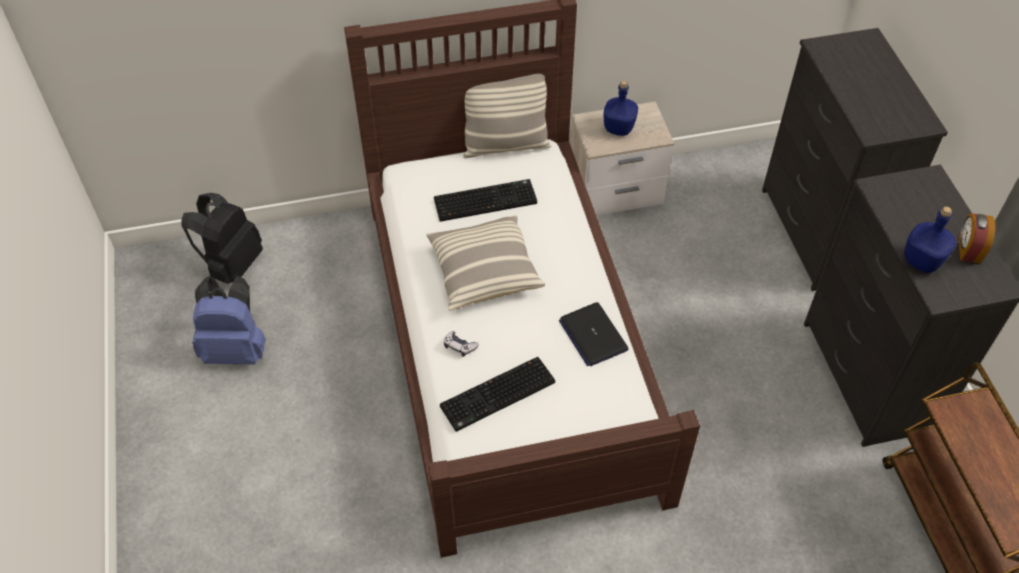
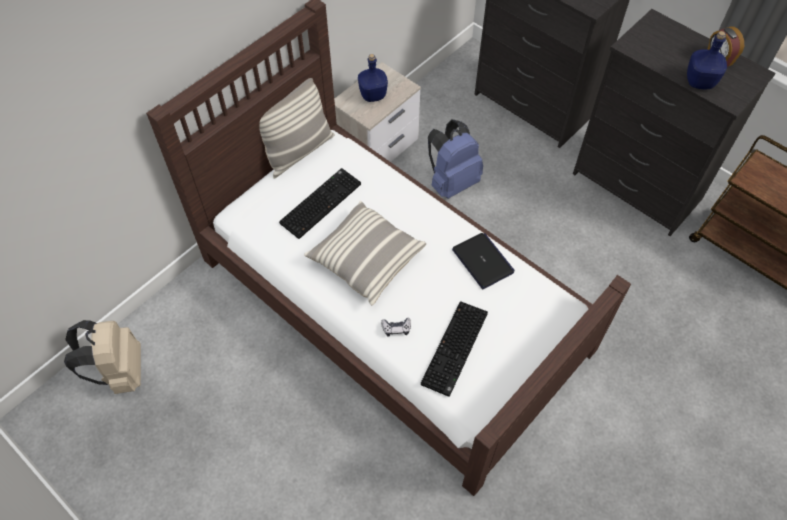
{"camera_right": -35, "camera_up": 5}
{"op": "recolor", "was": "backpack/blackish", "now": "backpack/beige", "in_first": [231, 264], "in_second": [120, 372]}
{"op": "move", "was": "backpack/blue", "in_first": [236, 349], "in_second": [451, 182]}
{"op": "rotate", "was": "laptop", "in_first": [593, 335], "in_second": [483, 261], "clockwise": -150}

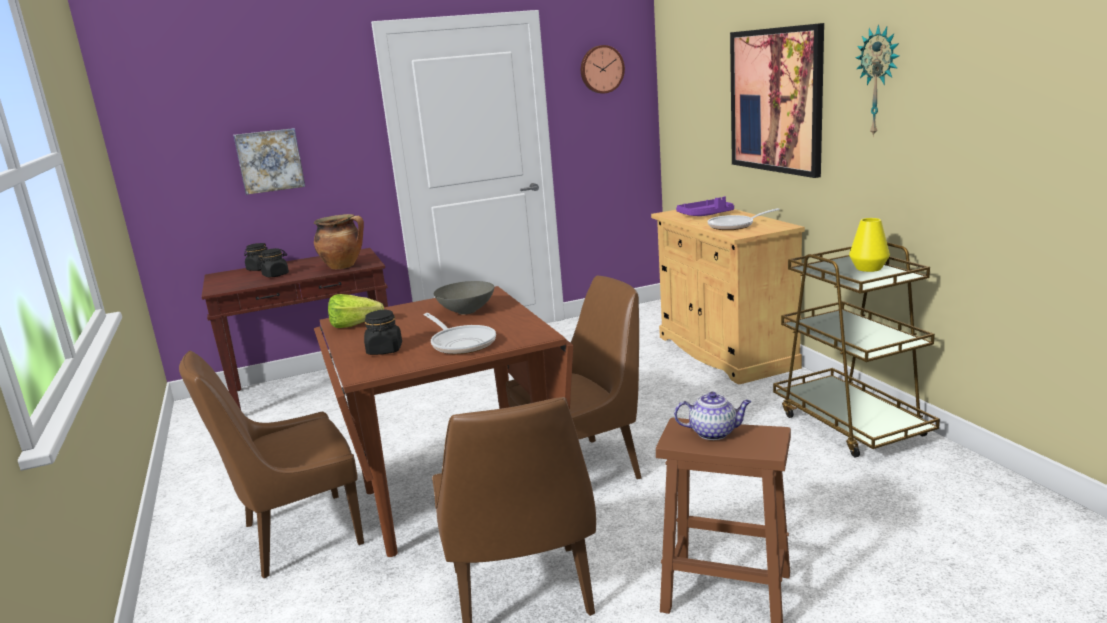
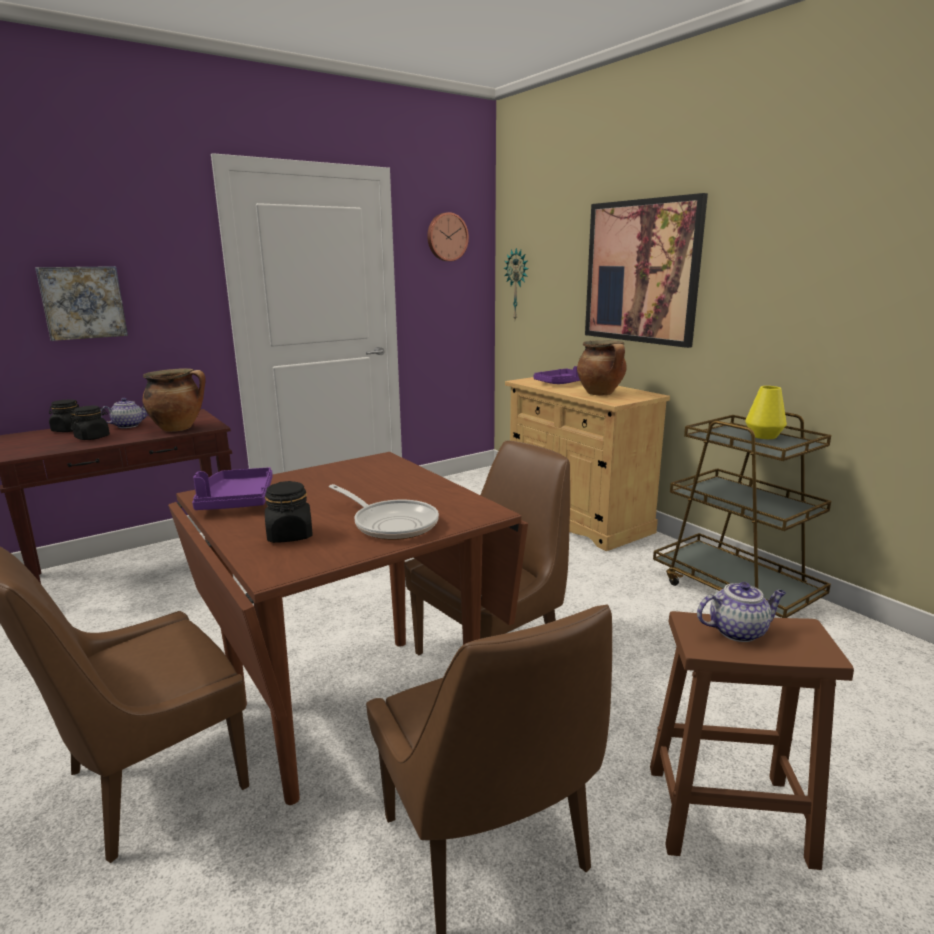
{"camera_right": -15, "camera_up": 0}
{"op": "insert", "now": "teapot", "in_second": [128, 425]}
{"op": "replace", "was": "head of lettuce", "now": "serving tray/purple-coloured", "in_first": [359, 325], "in_second": [236, 501]}
{"op": "move", "was": "clock on the wall", "in_first": [879, 81], "in_second": [518, 284]}
{"op": "replace", "was": "frying pan", "now": "saucepot", "in_first": [734, 226], "in_second": [601, 393]}
{"op": "delete", "was": "deep dish/grey", "in_first": [466, 311]}

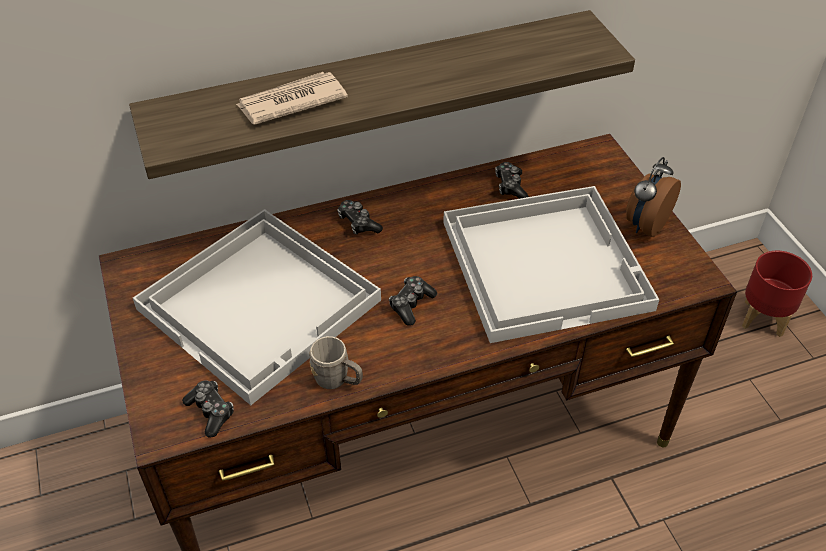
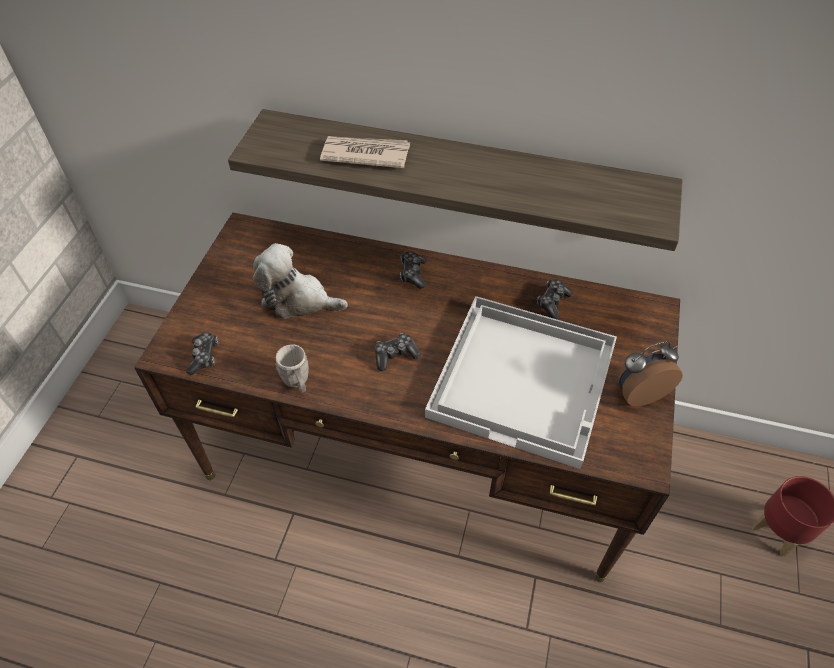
{"camera_right": 35, "camera_up": 5}
{"op": "replace", "was": "serving tray/white-coloured", "now": "plush toy", "in_first": [262, 304], "in_second": [298, 299]}

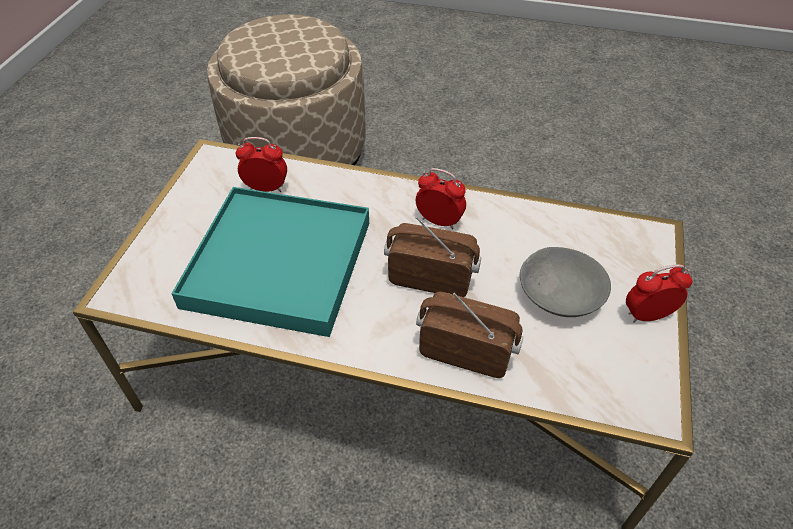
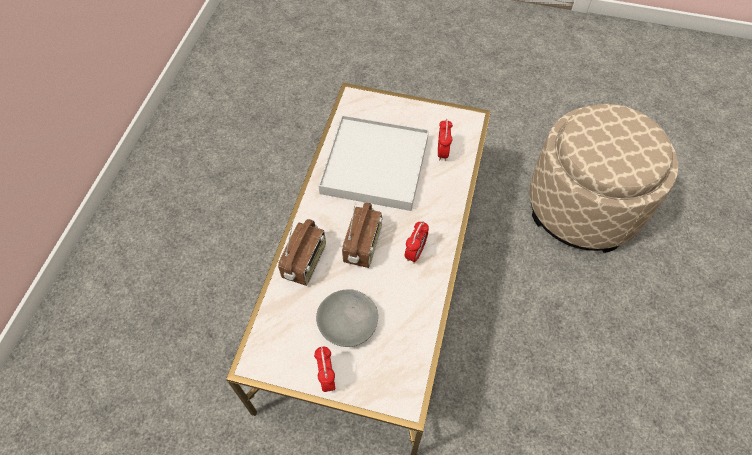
{"camera_right": 90, "camera_up": 10}
{"op": "recolor", "was": "serving tray/turquoise", "now": "serving tray/white-coloured", "in_first": [278, 264], "in_second": [375, 165]}

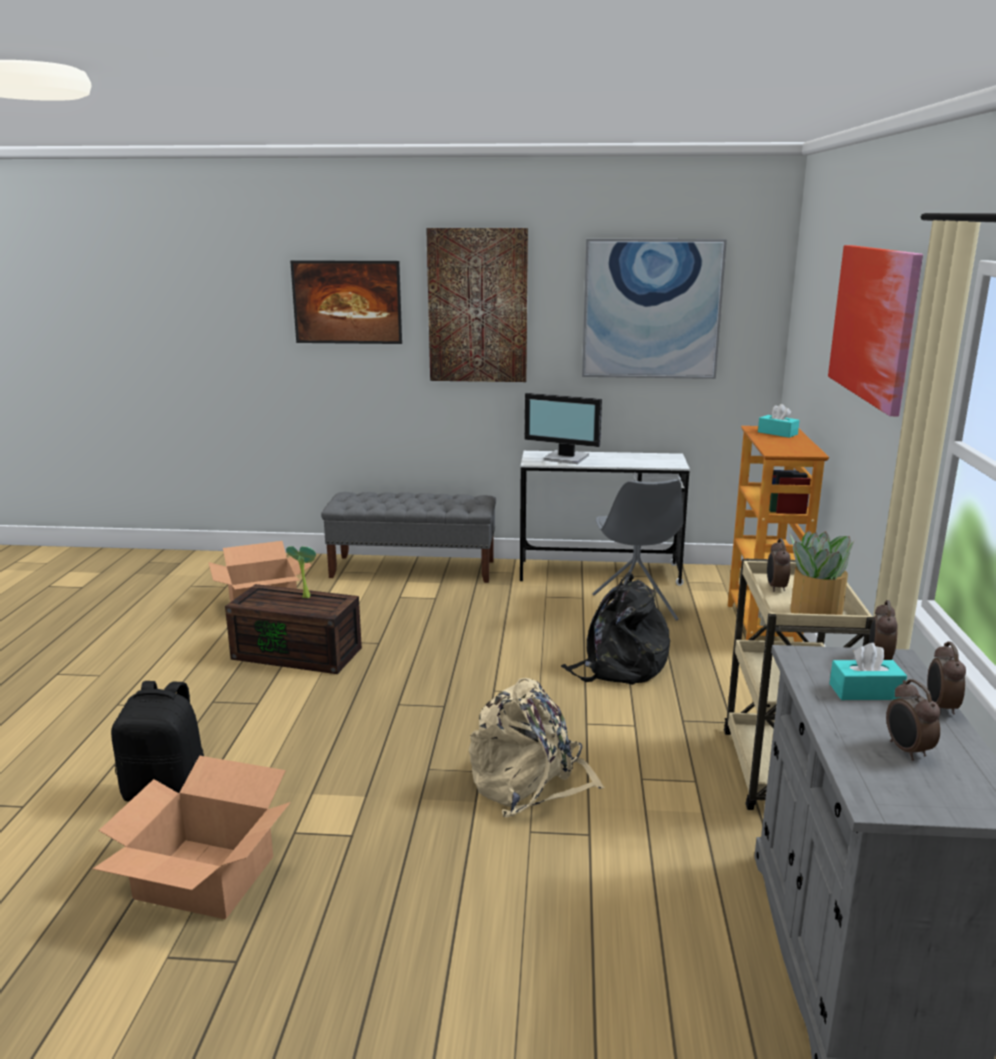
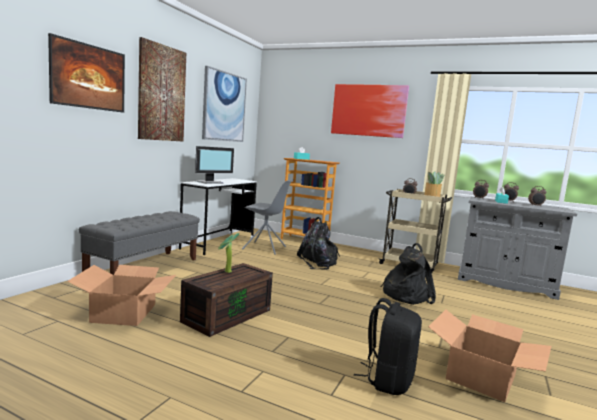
{"camera_right": -70, "camera_up": -10}
{"op": "recolor", "was": "backpack/beige", "now": "backpack/blackish", "in_first": [530, 783], "in_second": [406, 295]}

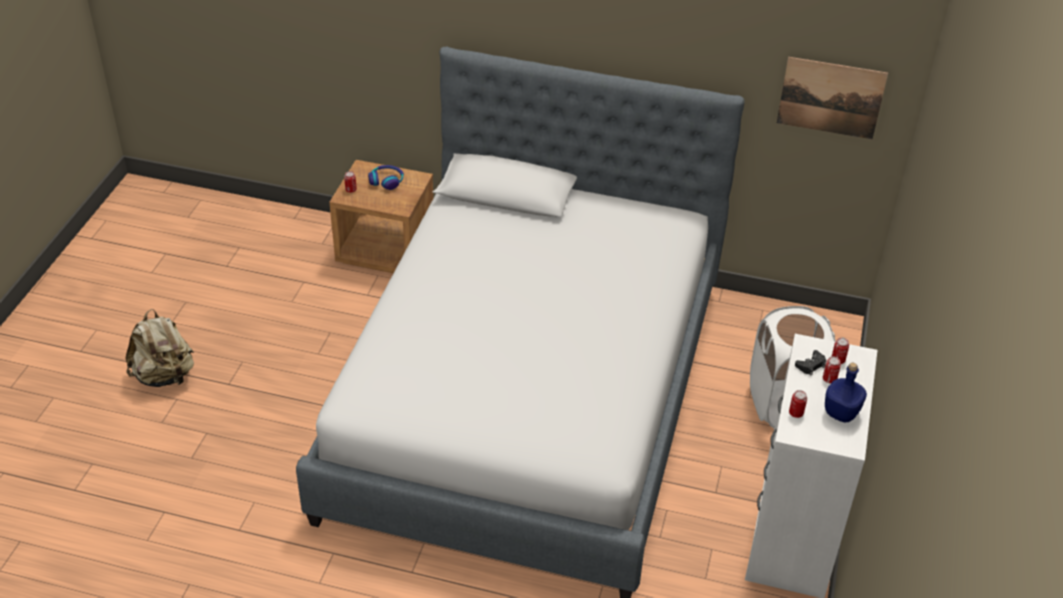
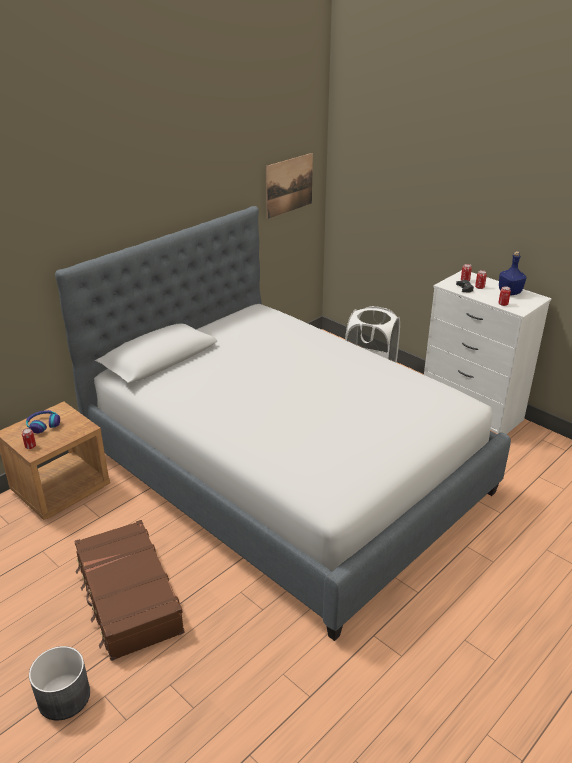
{"camera_right": -60, "camera_up": -10}
{"op": "replace", "was": "backpack/beige", "now": "plant pot/grey", "in_first": [165, 376], "in_second": [64, 696]}
{"op": "insert", "now": "piece of luggage/brownish", "in_second": [128, 598]}

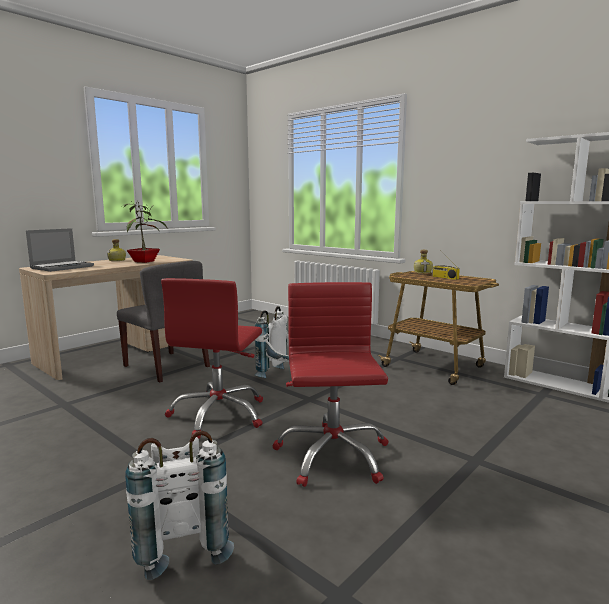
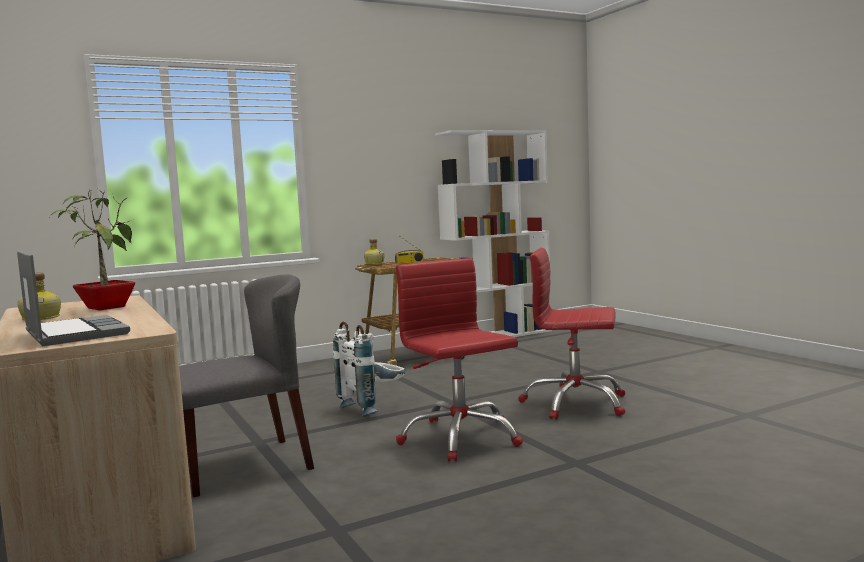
{"camera_right": -70, "camera_up": -5}
{"op": "rotate", "was": "computer chair/red-coloured", "in_first": [219, 414], "in_second": [459, 438], "clockwise": -150}
{"op": "delete", "was": "backpack/white-coloured", "in_first": [181, 543]}

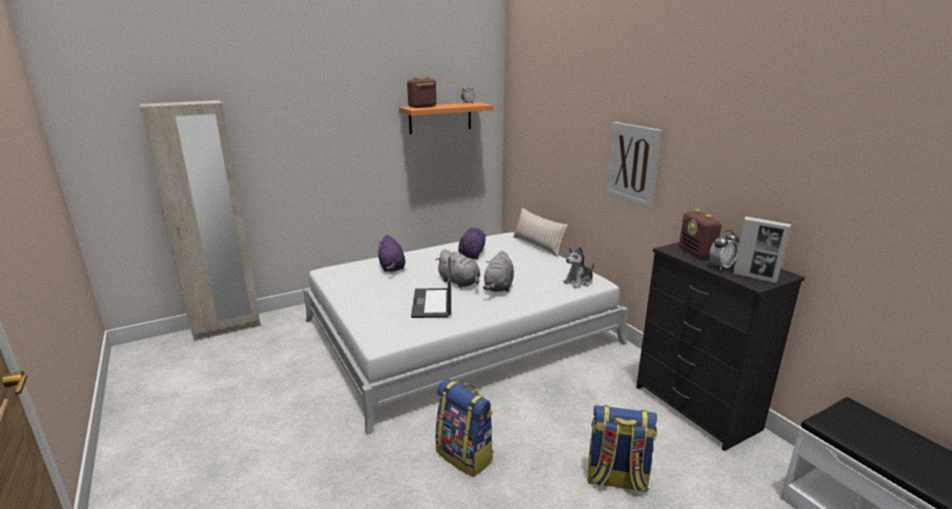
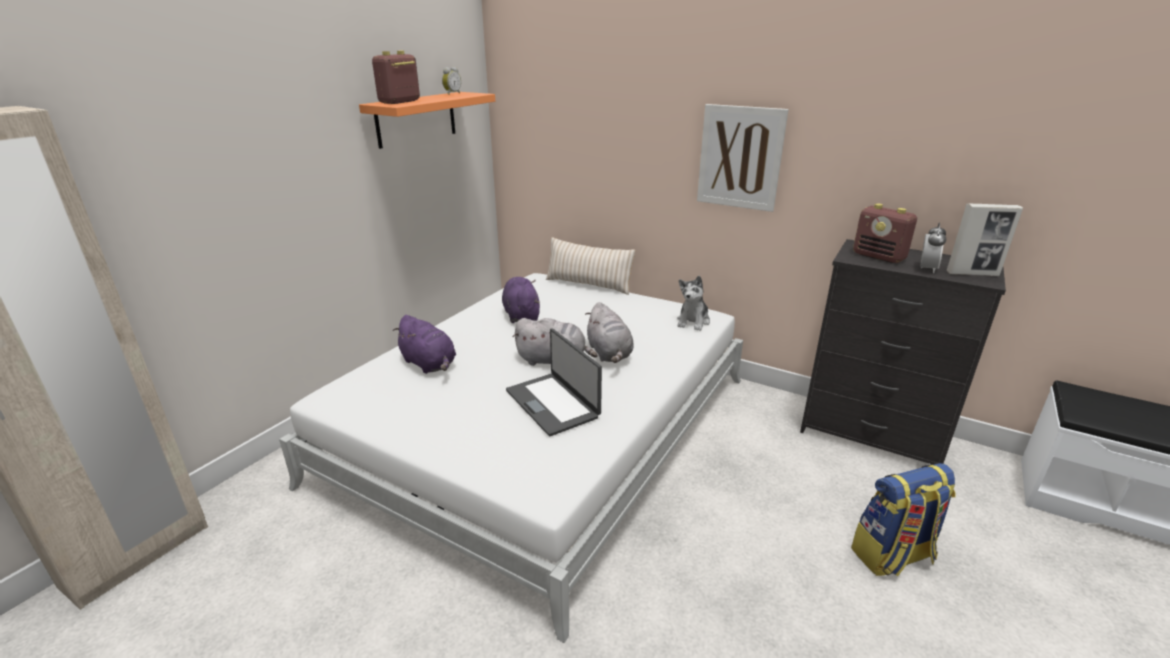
{"camera_right": -30, "camera_up": 5}
{"op": "delete", "was": "backpack", "in_first": [465, 456]}

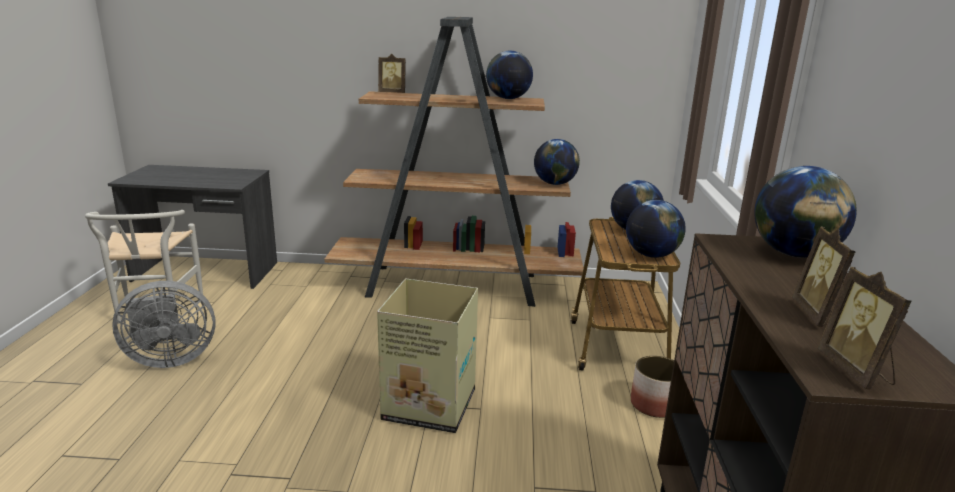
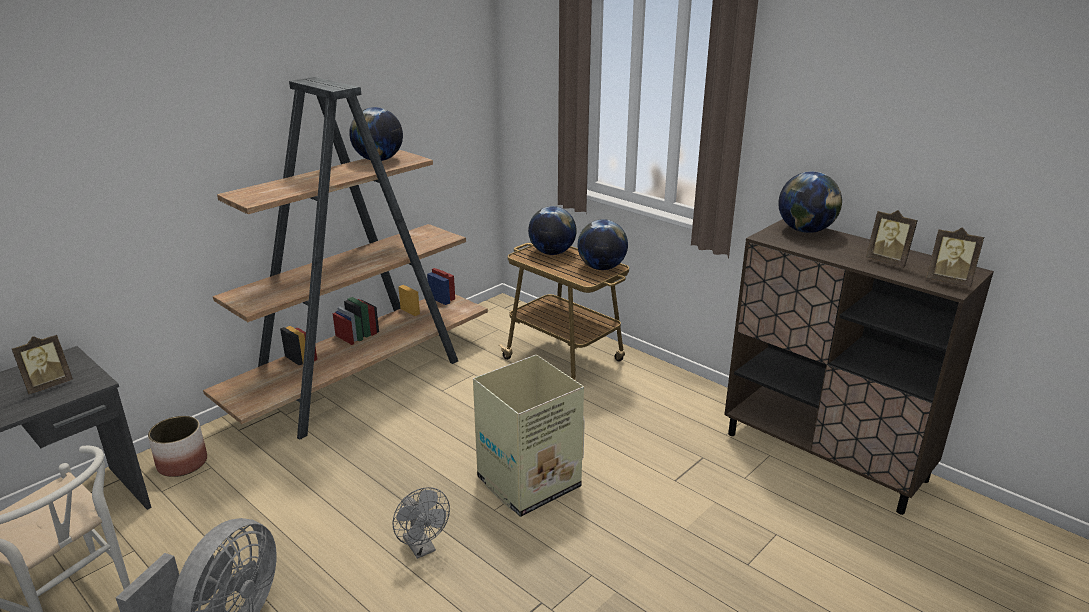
{"camera_right": -50, "camera_up": 5}
{"op": "move", "was": "picture frame", "in_first": [393, 93], "in_second": [49, 385]}
{"op": "move", "was": "plant pot", "in_first": [655, 404], "in_second": [182, 463]}
{"op": "insert", "now": "cooling fan/grey", "in_second": [422, 548]}
{"op": "delete", "was": "globe", "in_first": [555, 184]}

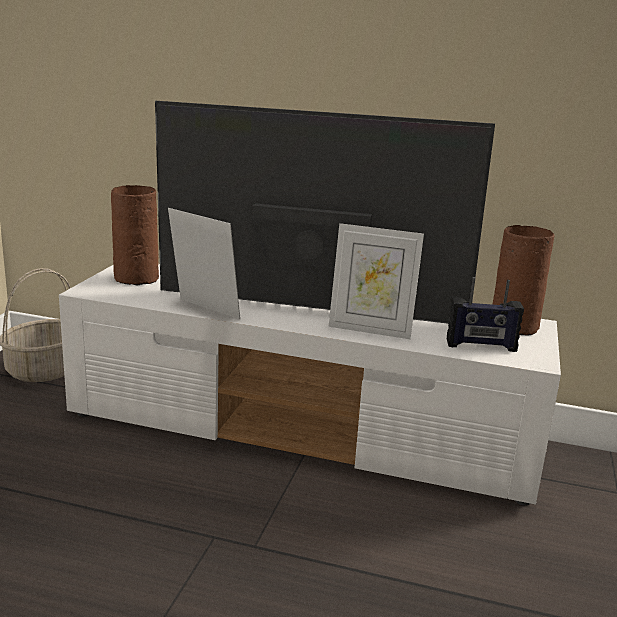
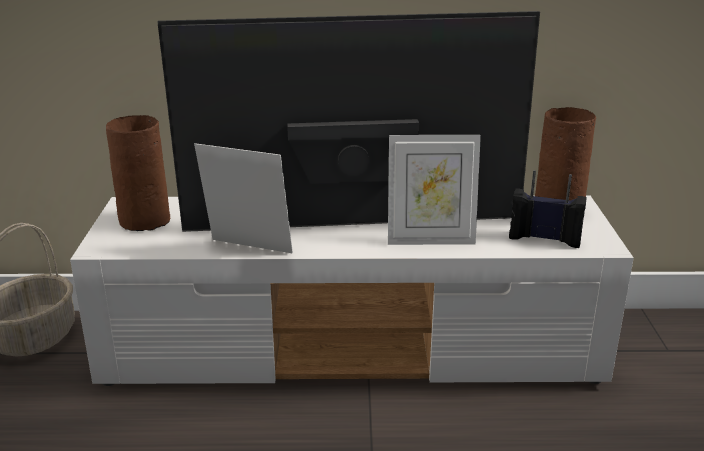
{"camera_right": -15, "camera_up": 5}
{"op": "rotate", "was": "radio set", "in_first": [481, 346], "in_second": [544, 238], "clockwise": -150}

